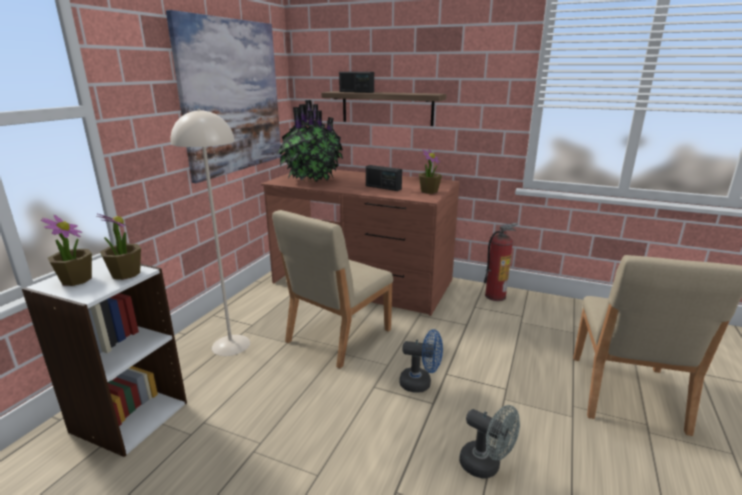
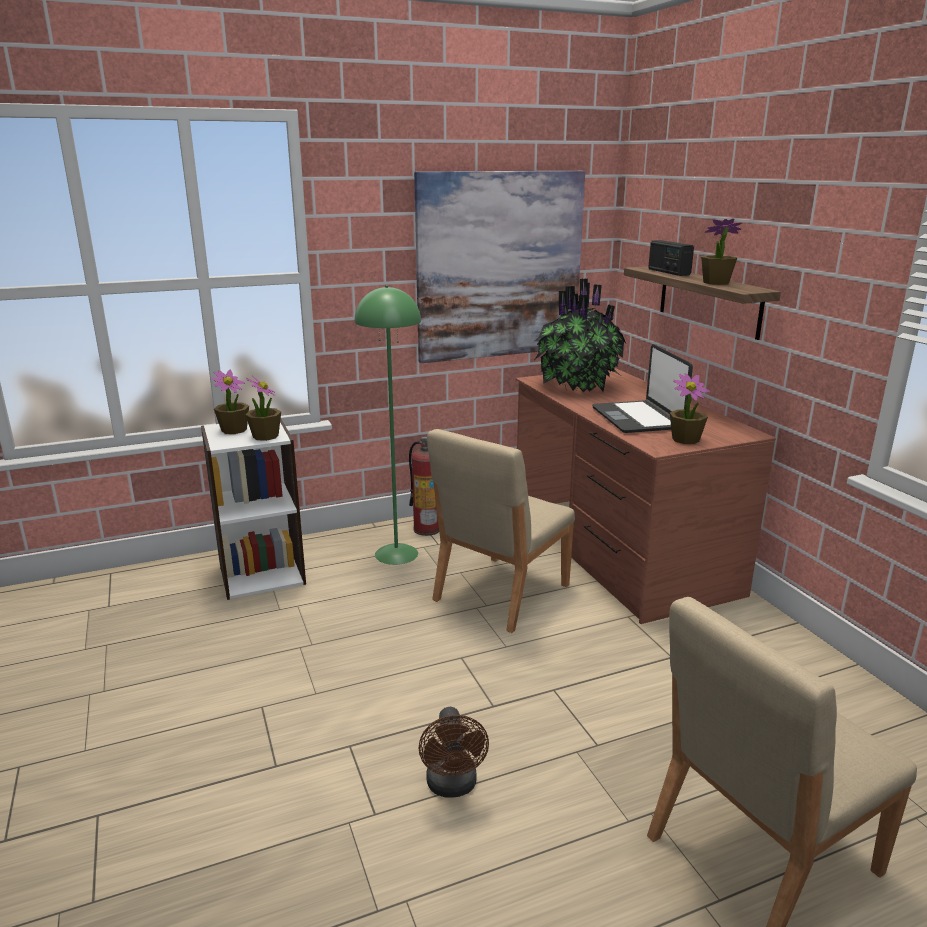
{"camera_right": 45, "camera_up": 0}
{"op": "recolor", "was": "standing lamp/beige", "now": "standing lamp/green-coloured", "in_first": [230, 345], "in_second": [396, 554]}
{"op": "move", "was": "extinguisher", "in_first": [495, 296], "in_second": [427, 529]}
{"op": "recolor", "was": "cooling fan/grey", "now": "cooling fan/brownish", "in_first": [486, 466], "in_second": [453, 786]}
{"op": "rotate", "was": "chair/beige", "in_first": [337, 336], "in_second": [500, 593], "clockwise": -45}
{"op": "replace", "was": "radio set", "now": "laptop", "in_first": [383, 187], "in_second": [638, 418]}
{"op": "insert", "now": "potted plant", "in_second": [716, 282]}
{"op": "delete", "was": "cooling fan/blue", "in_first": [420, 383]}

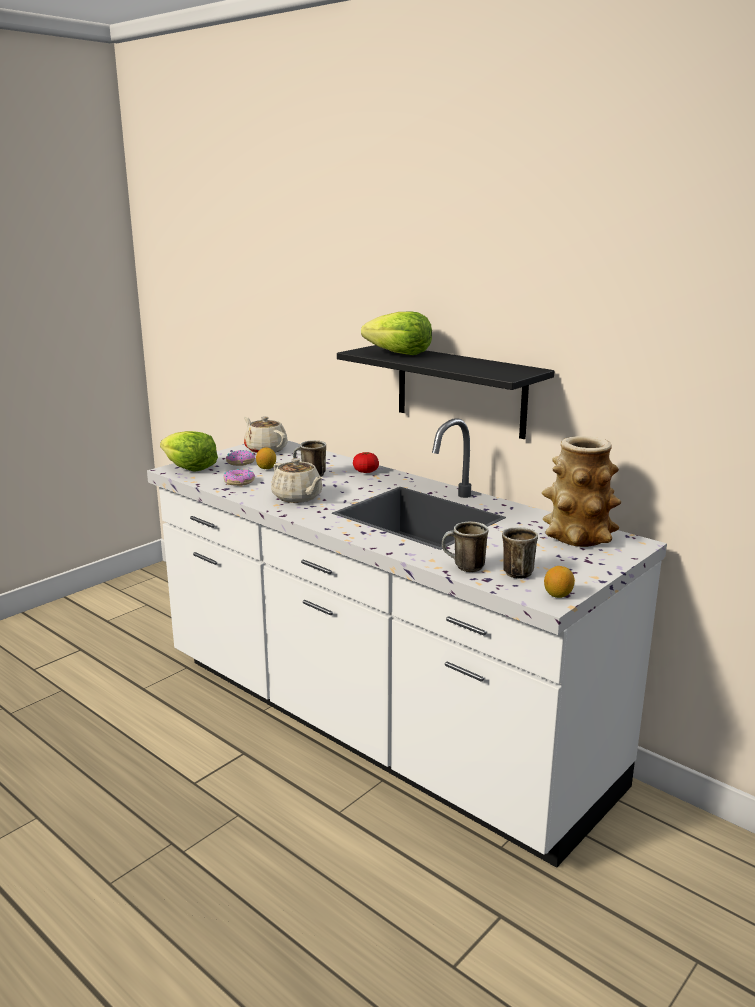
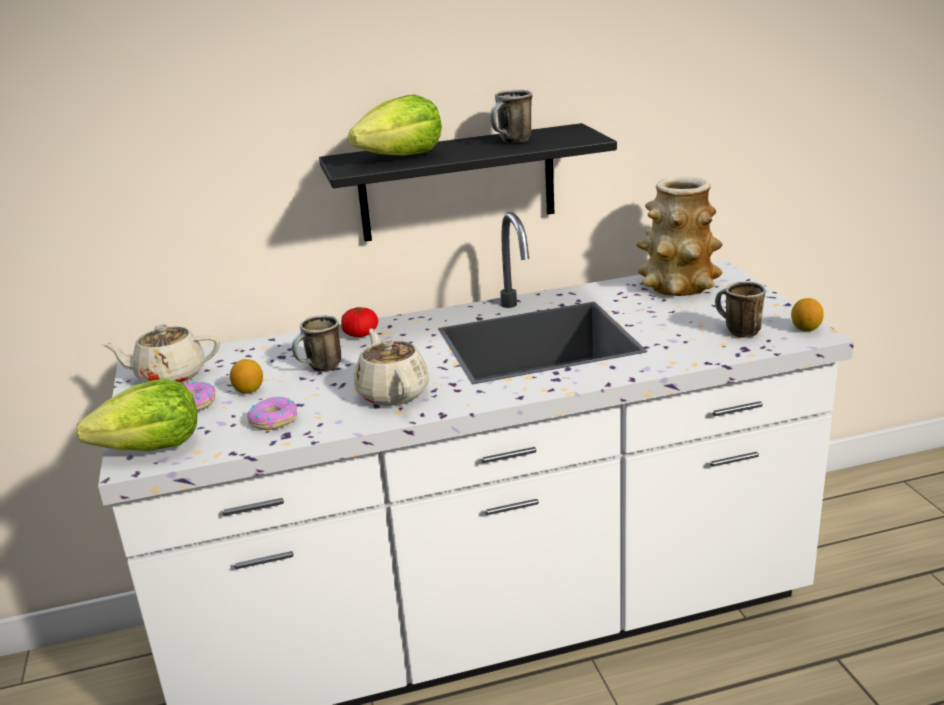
{"camera_right": -55, "camera_up": 5}
{"op": "rotate", "was": "teapot/beige", "in_first": [297, 497], "in_second": [392, 393], "clockwise": -105}
{"op": "move", "was": "coffee mug", "in_first": [463, 567], "in_second": [512, 141]}

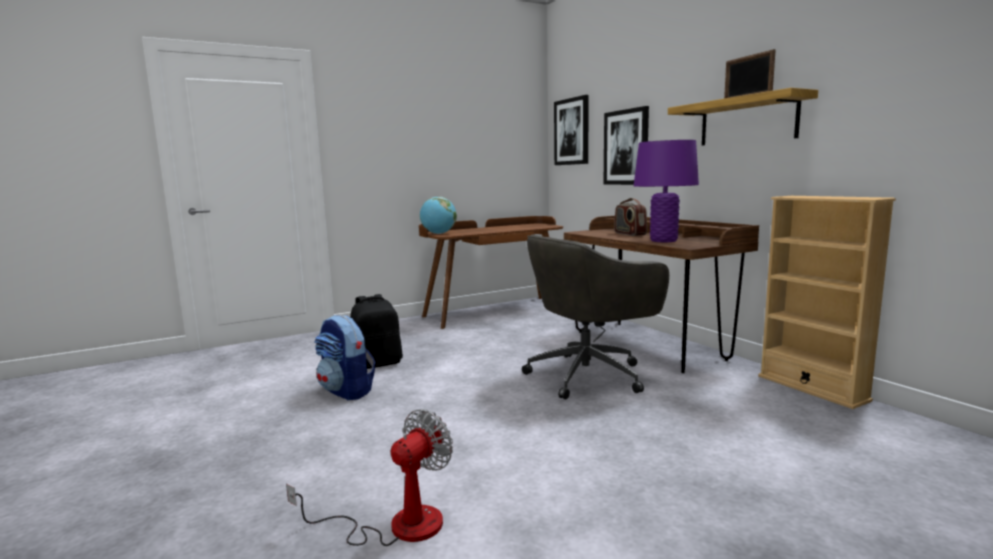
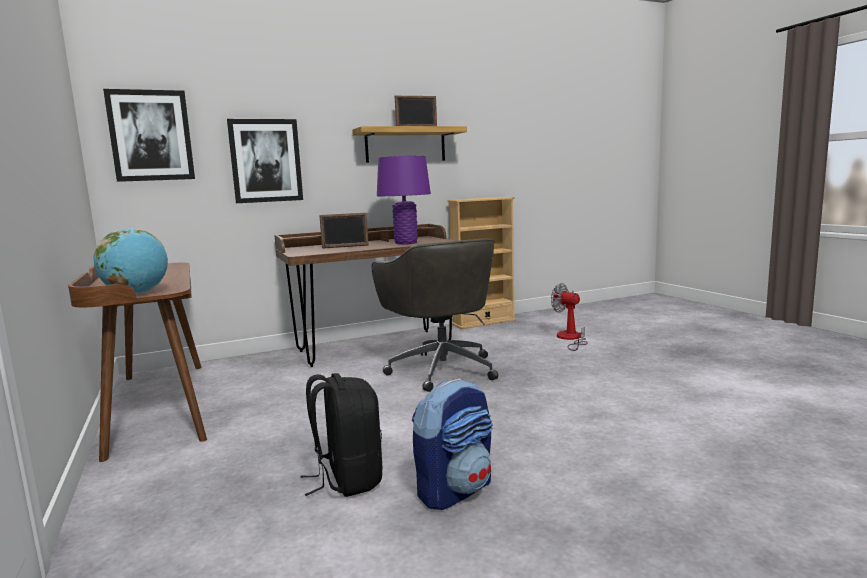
{"camera_right": -85, "camera_up": 0}
{"op": "replace", "was": "radio set", "now": "picture frame", "in_first": [629, 234], "in_second": [345, 247]}
{"op": "move", "was": "cooling fan", "in_first": [397, 525], "in_second": [570, 339]}

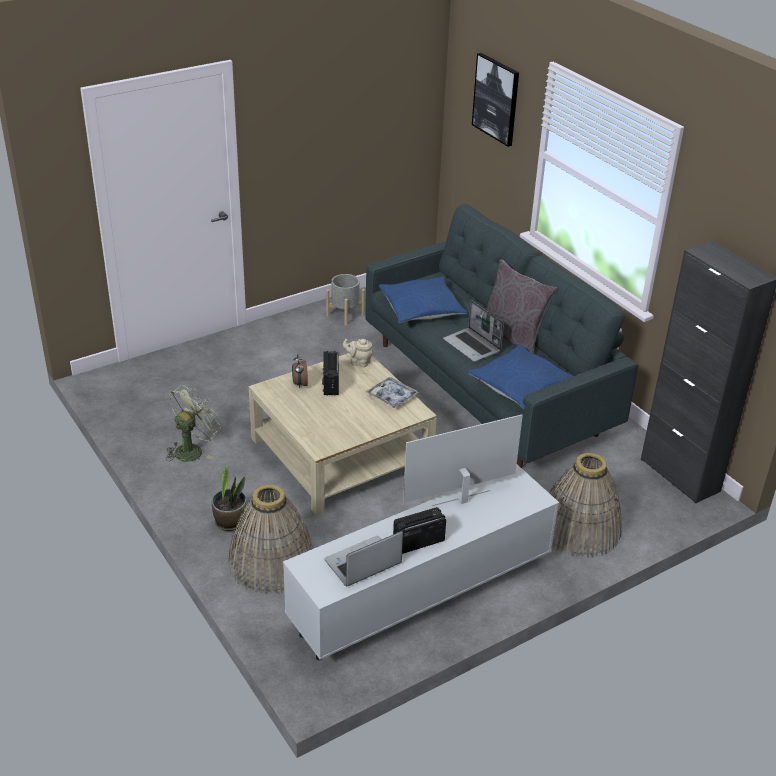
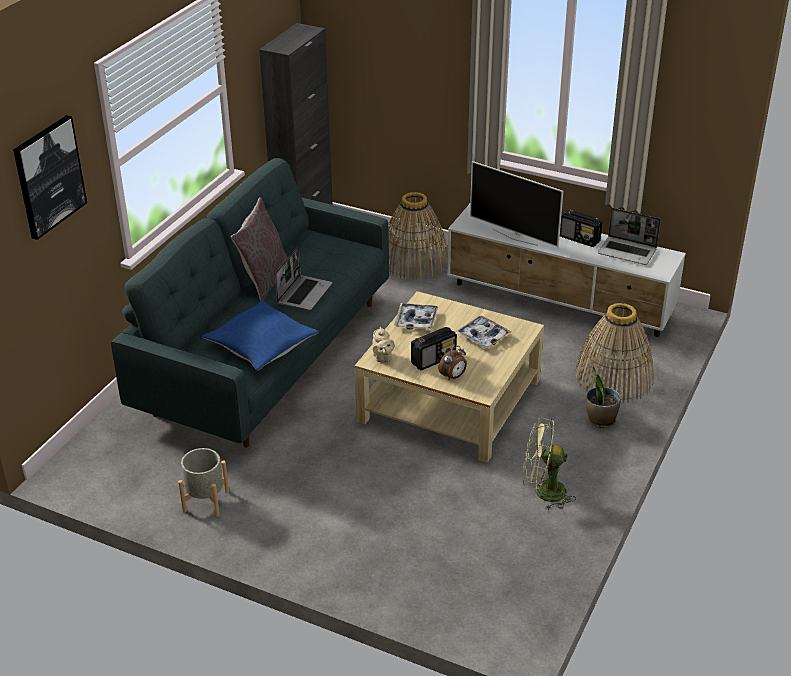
{"camera_right": -120, "camera_up": 0}
{"op": "insert", "now": "serving tray", "in_second": [483, 336]}
{"op": "delete", "was": "throw pillow/blue", "in_first": [520, 385]}

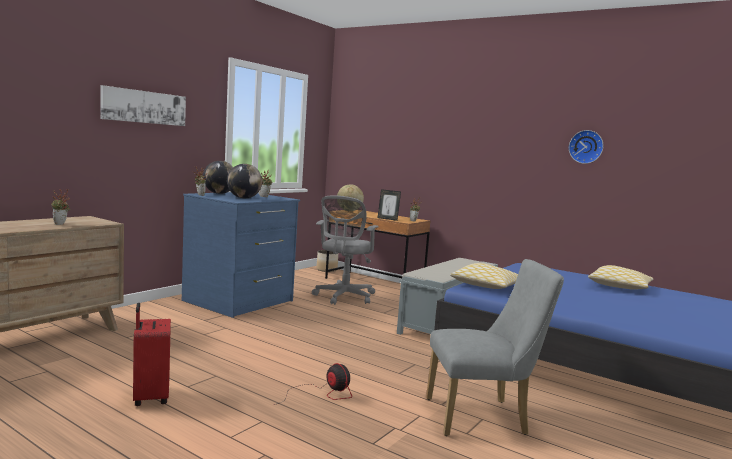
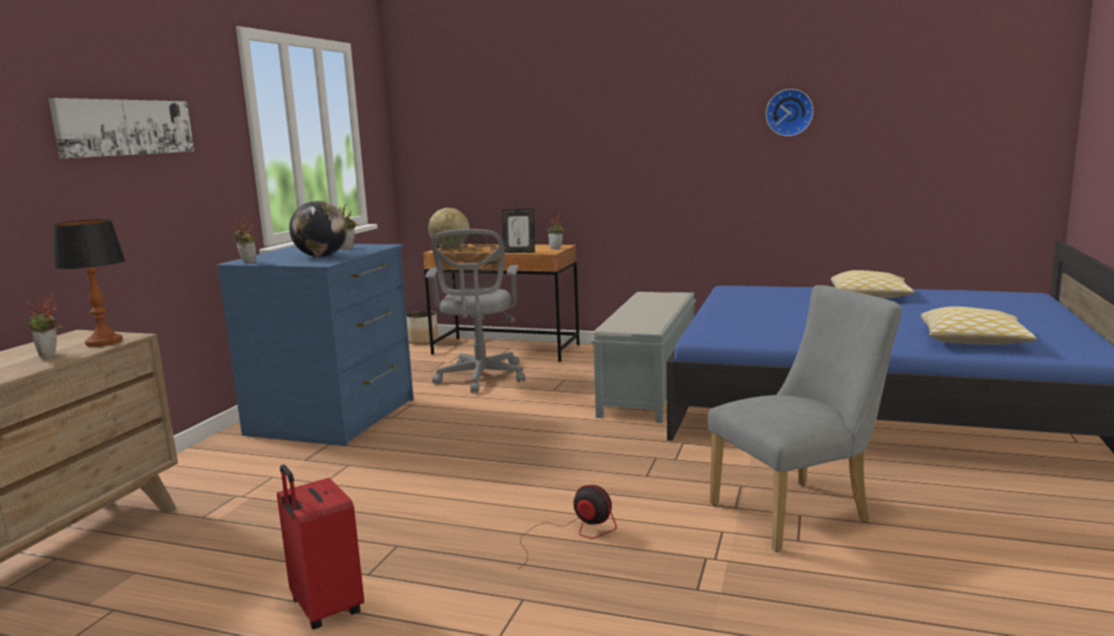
{"camera_right": -15, "camera_up": 5}
{"op": "insert", "now": "tabletop lamp", "in_second": [104, 342]}
{"op": "move", "was": "throw pillow", "in_first": [487, 286], "in_second": [973, 340]}
{"op": "delete", "was": "globe", "in_first": [219, 193]}

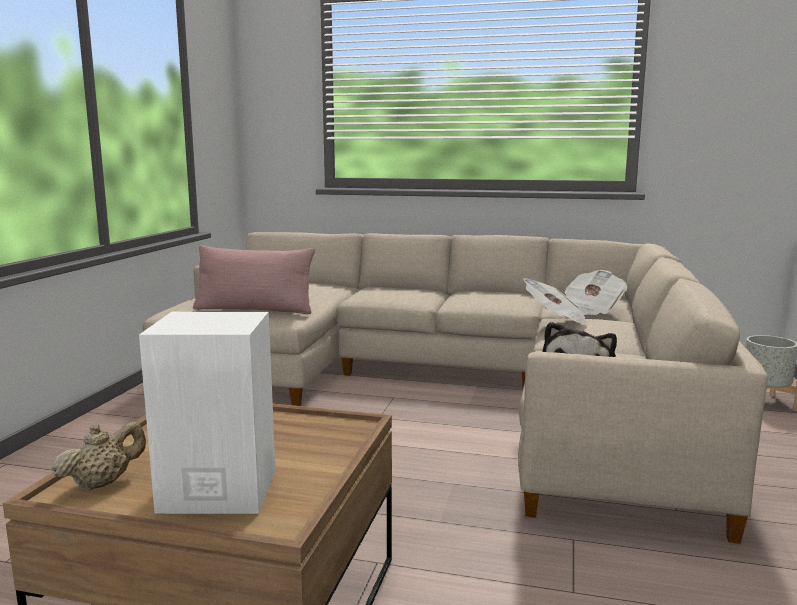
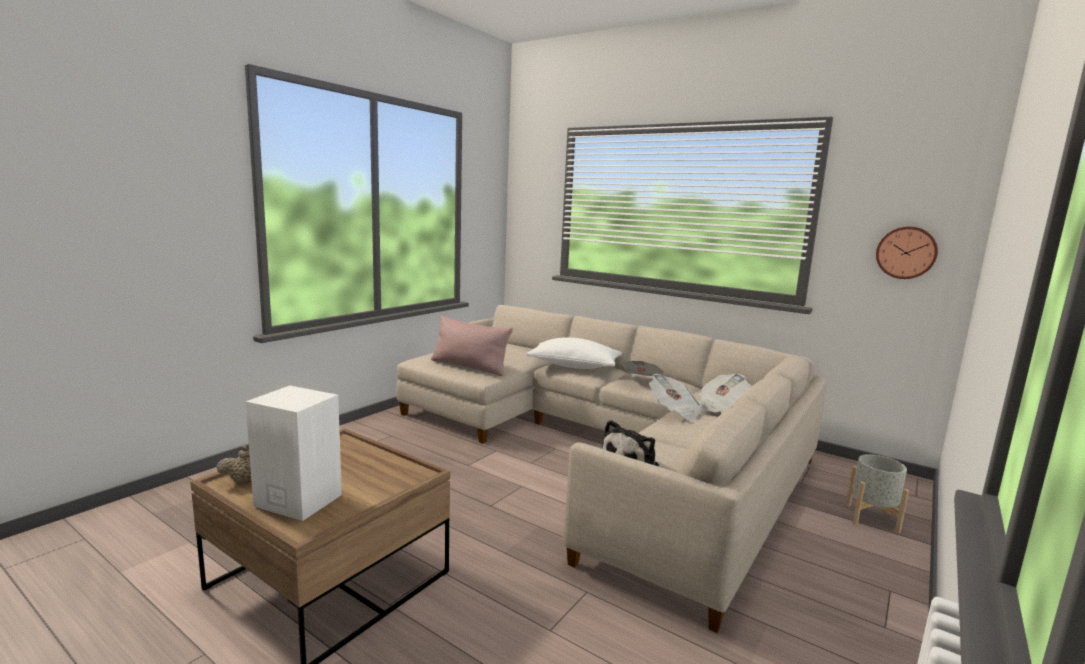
{"camera_right": 20, "camera_up": 0}
{"op": "insert", "now": "throw pillow/white-coloured", "in_second": [574, 366]}
{"op": "insert", "now": "newspaper", "in_second": [640, 381]}
{"op": "insert", "now": "clock on the wall", "in_second": [906, 252]}

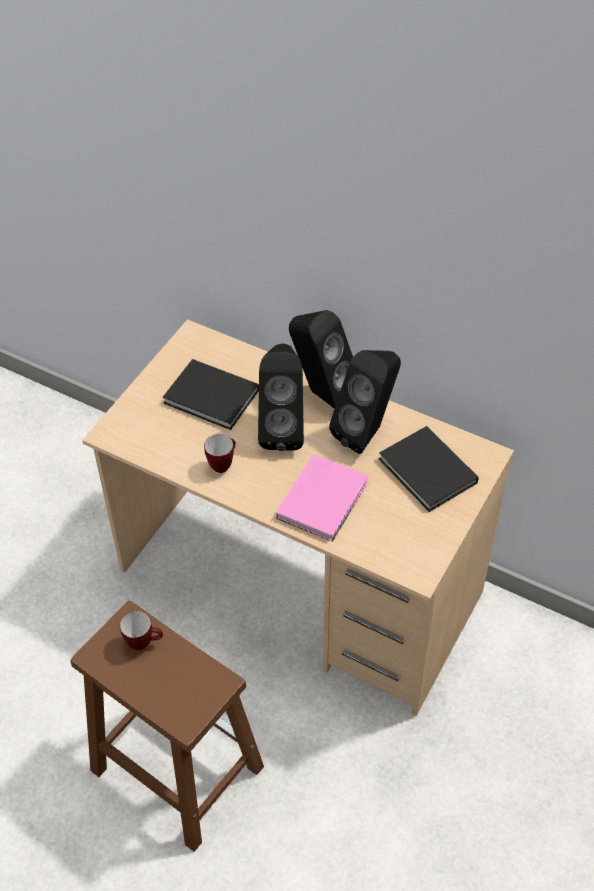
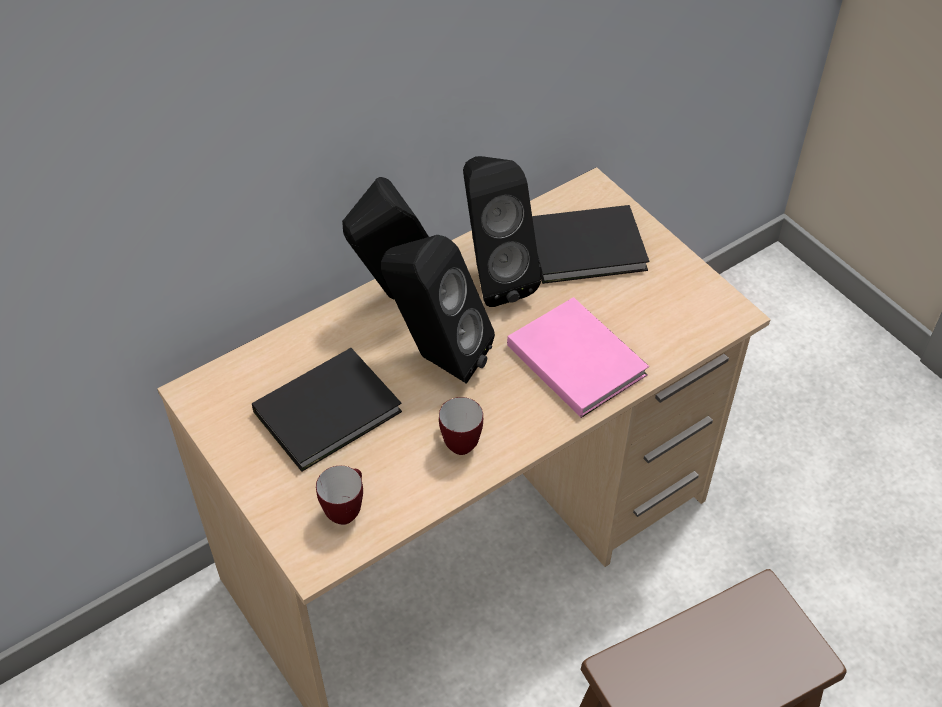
{"camera_right": -65, "camera_up": 0}
{"op": "move", "was": "coffee mug", "in_first": [144, 643], "in_second": [346, 509]}

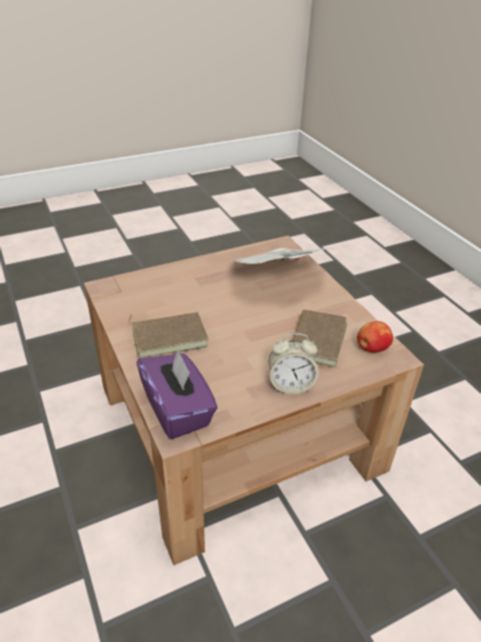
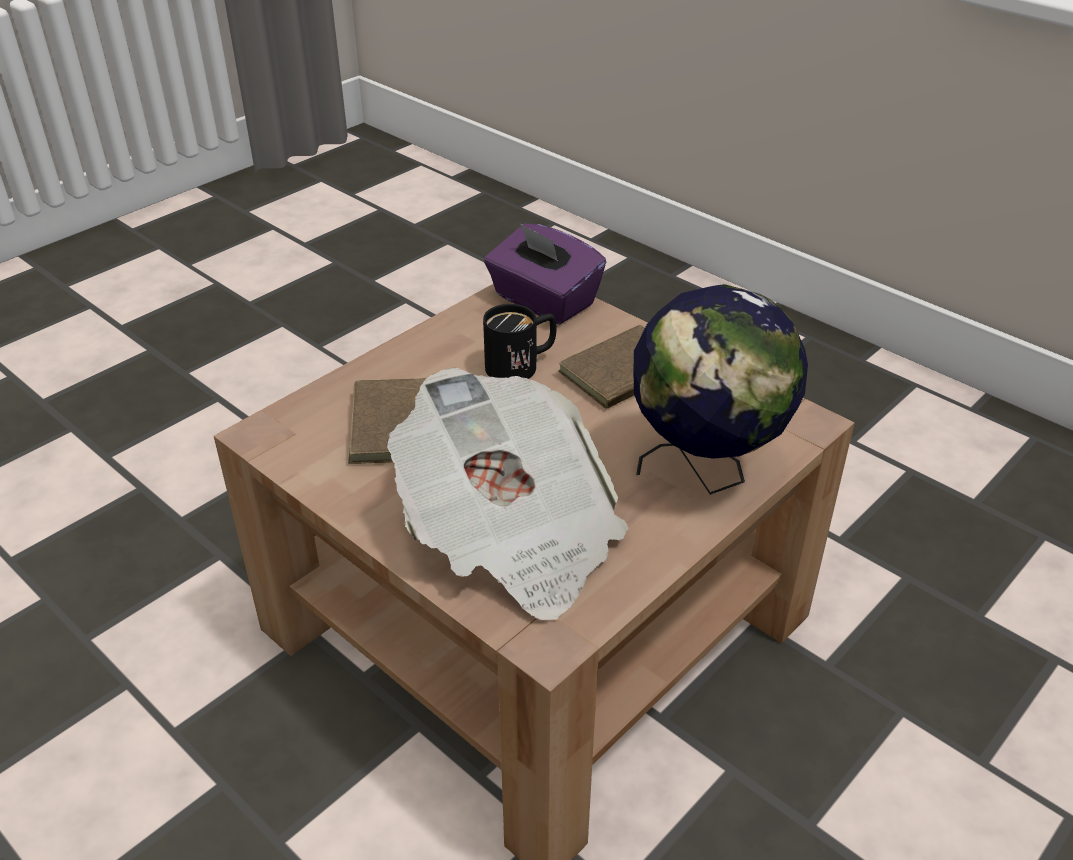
{"camera_right": 160, "camera_up": 0}
{"op": "insert", "now": "coffee mug/blackish", "in_second": [521, 365]}
{"op": "insert", "now": "globe", "in_second": [705, 473]}
{"op": "delete", "was": "alarm clock", "in_first": [290, 385]}
{"op": "delete", "was": "whole apple", "in_first": [371, 348]}

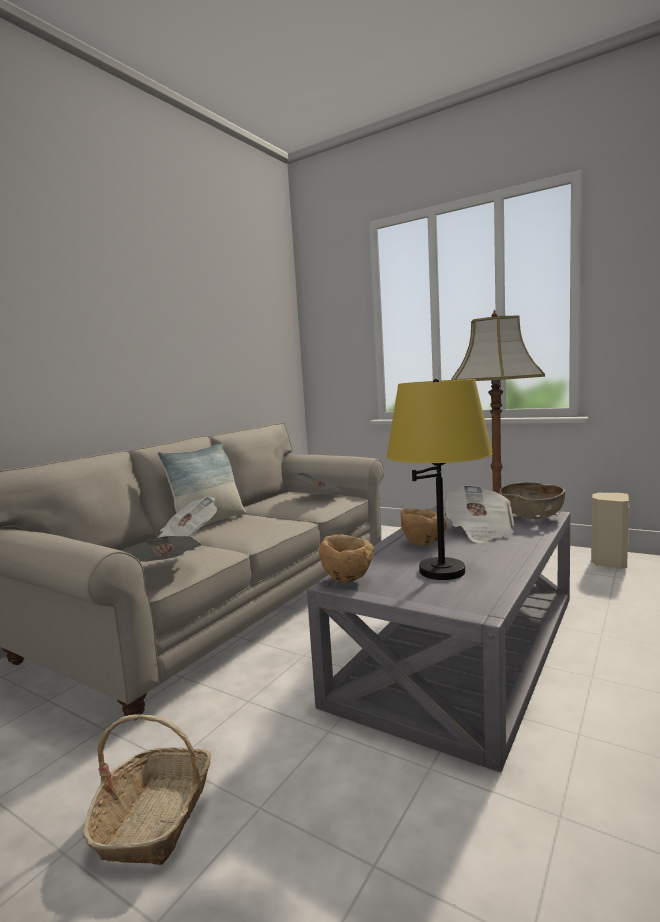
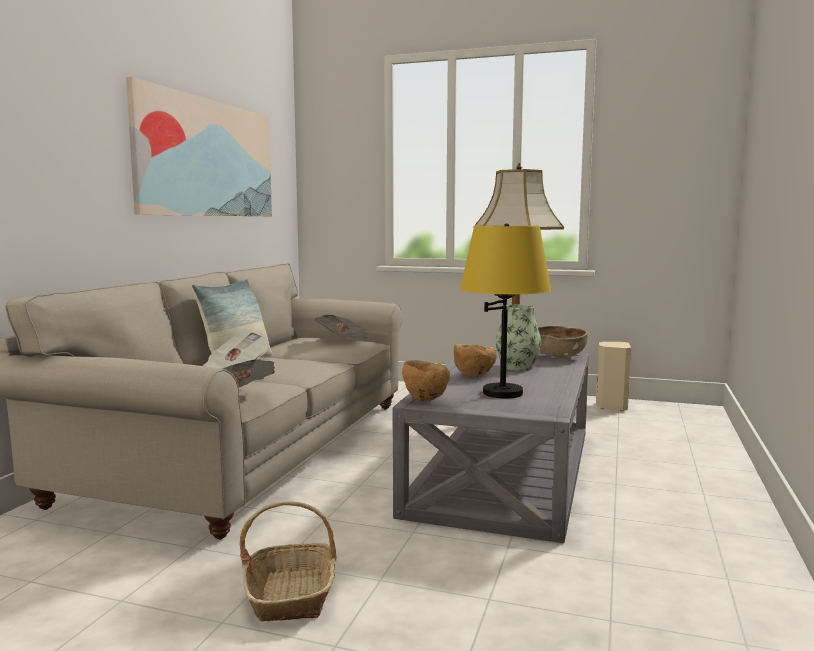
{"camera_right": -15, "camera_up": 0}
{"op": "insert", "now": "picture", "in_second": [208, 158]}
{"op": "replace", "was": "newspaper", "now": "decorative vase", "in_first": [479, 531], "in_second": [517, 367]}

